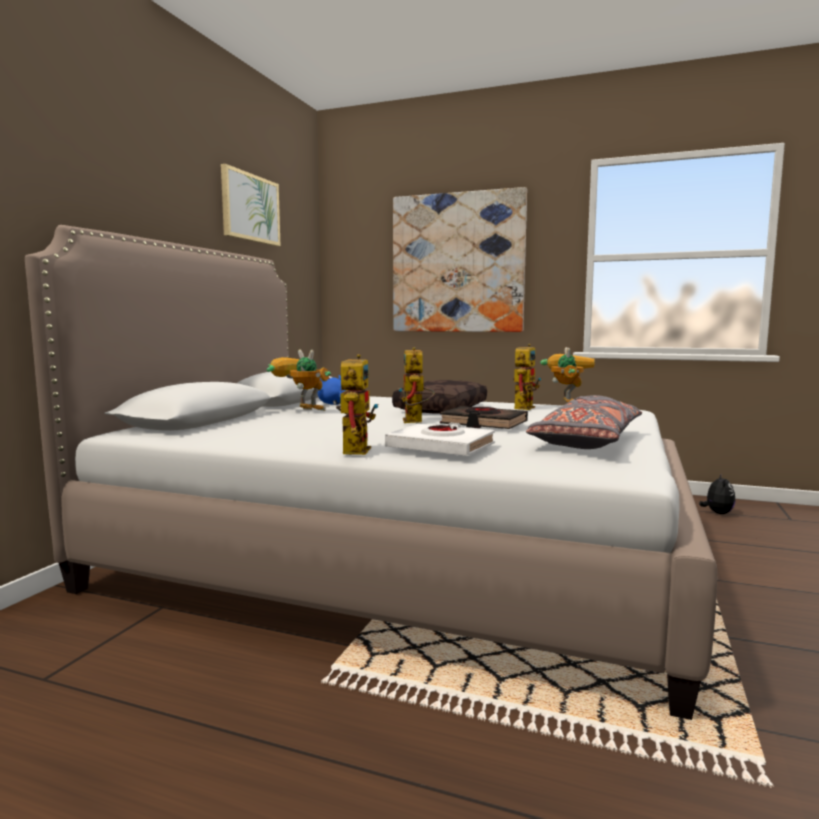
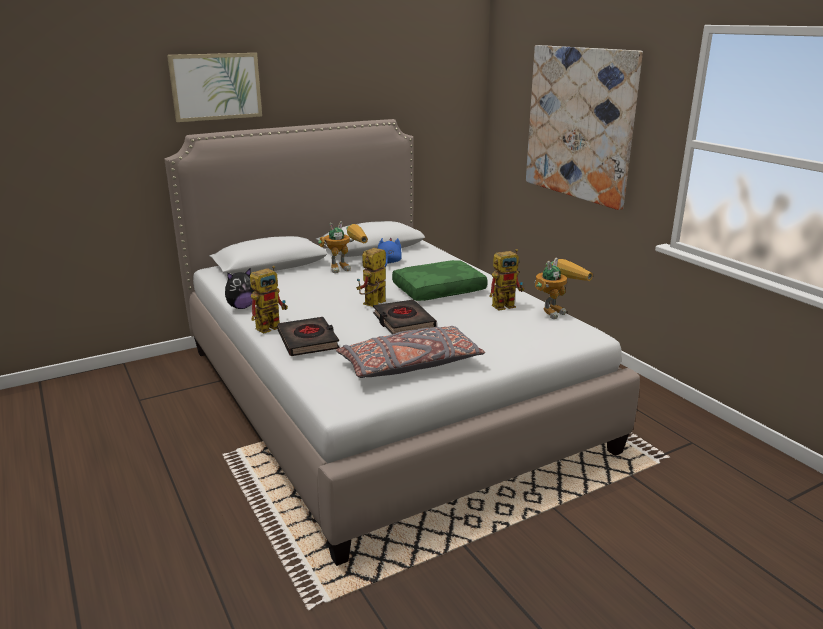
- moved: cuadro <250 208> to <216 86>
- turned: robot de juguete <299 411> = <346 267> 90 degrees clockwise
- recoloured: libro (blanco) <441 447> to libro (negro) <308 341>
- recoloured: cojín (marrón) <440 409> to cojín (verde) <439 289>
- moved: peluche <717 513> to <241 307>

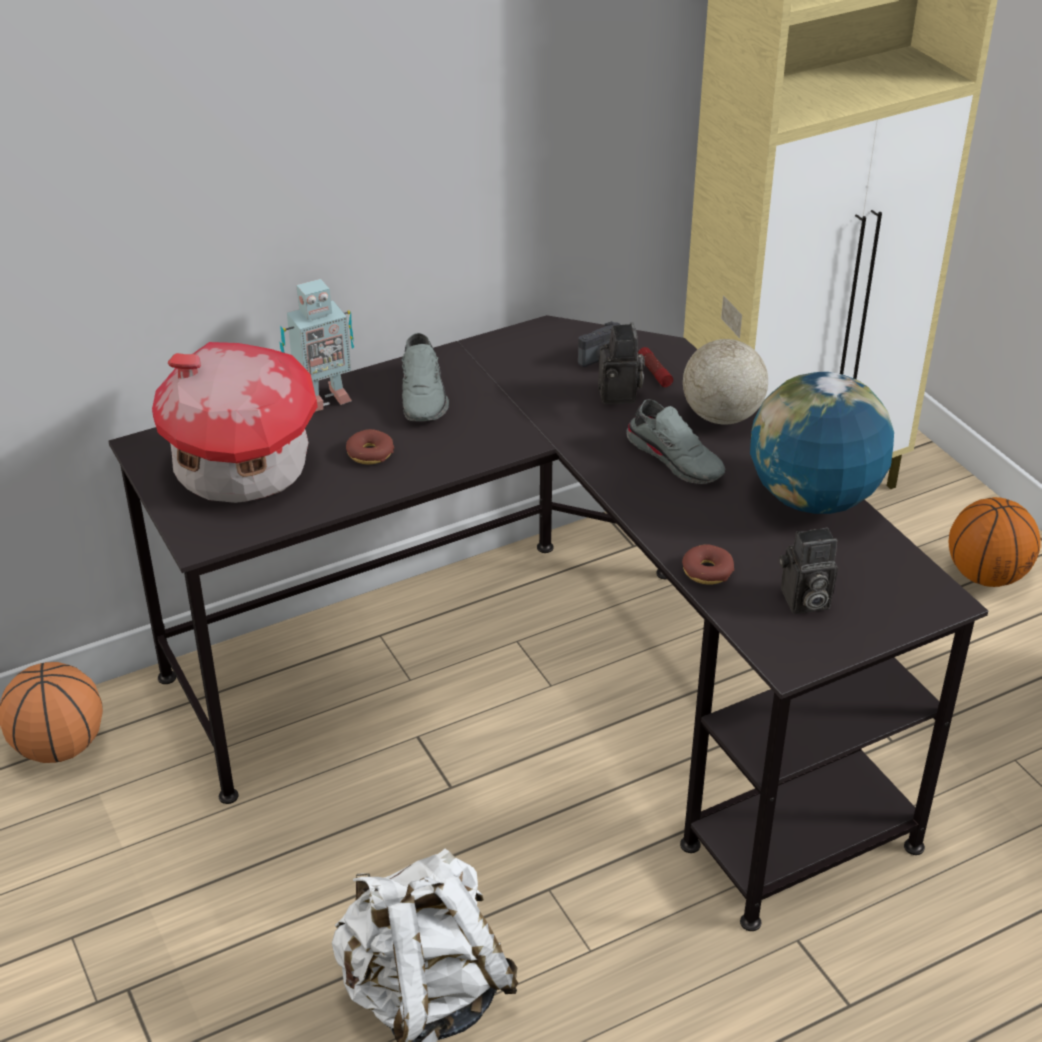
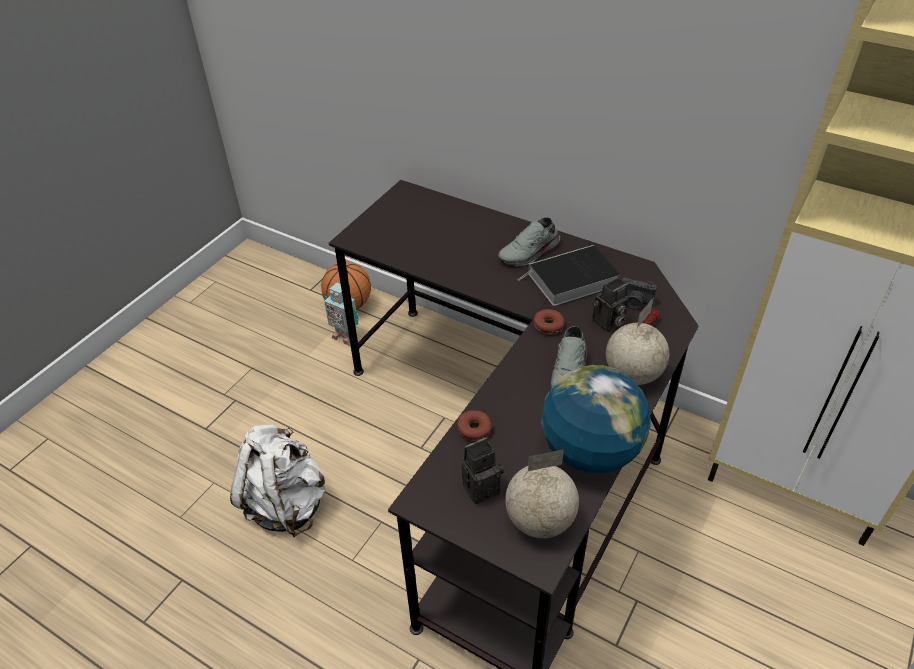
- removed: casita <239 470>
- moved: robot de juguete <323 398> to <345 336>
- moved: rosquilla <370 454> to <548 325>
- turned: cámara <803 601> = <481 486> 105 degrees clockwise
- removed: balón de baloncesto <986 575>
- added: globo terráqueo <541 521>
- added: libro <571 280>

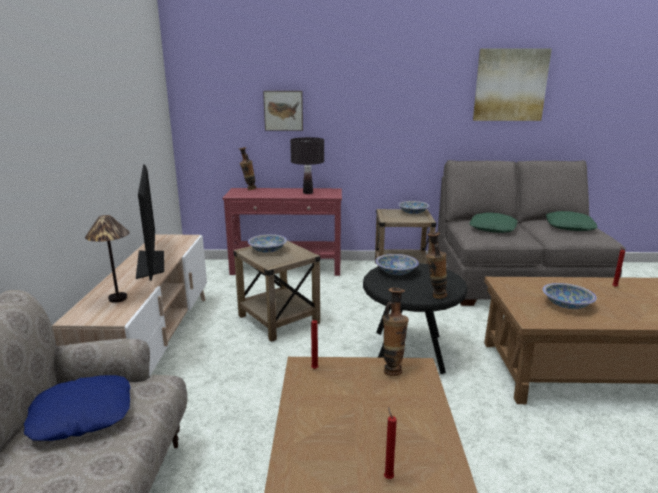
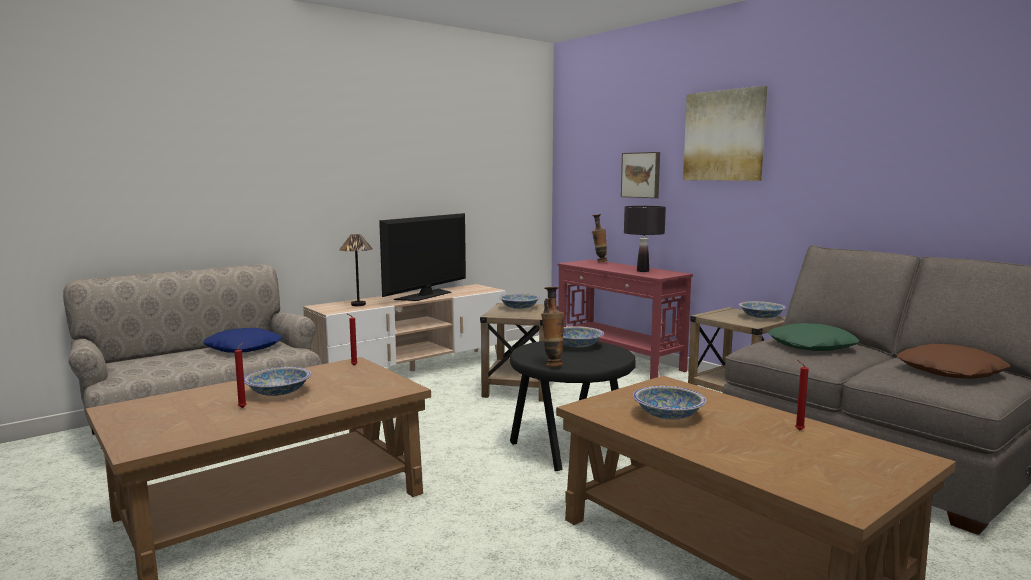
- removed: florero <392 369>
- moved: cuadro <510 85> to <724 135>
- recoloured: cojín (verde) <570 227> to cojín (marrón) <951 372>
- added: cuenco <278 392>

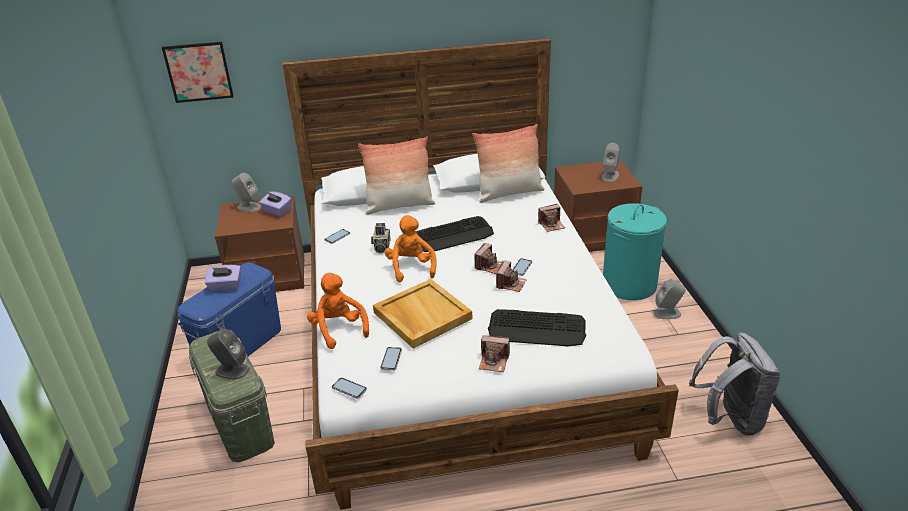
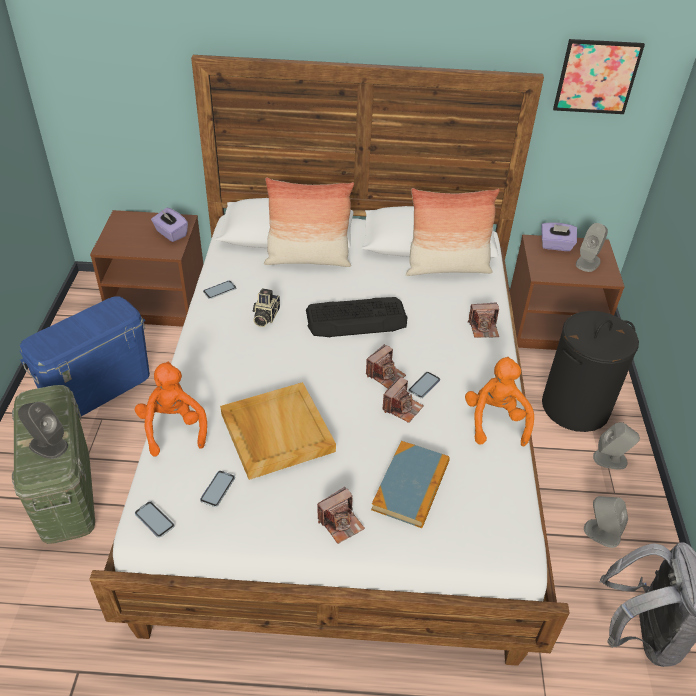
- moved: cuadro <198 72> to <597 77>
- moved: caja de pañuelos (morado) <225 286> to <556 246>
- moved: altavoz (gris) <248 207> to <601 533>
- moved: peluche (naranja) <411 267> to <495 420>
- turned: cámara <494 361> = <341 523> 60 degrees counterclockwise
- replaced: teclado <537 329> to libro <411 486>
- recoloured: cesto de la ropa (turquesa) <629 285> to cesto de la ropa (negro) <575 407>

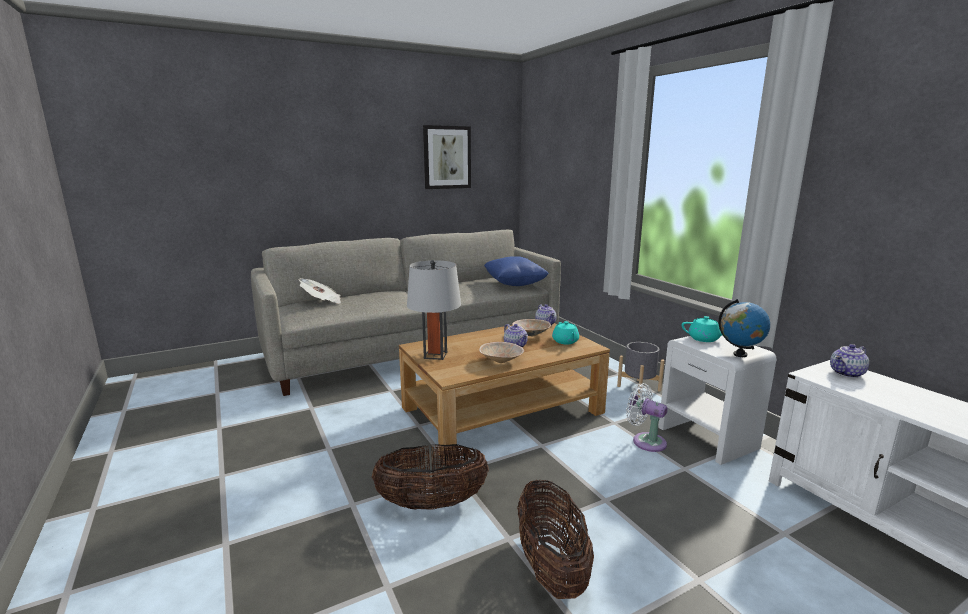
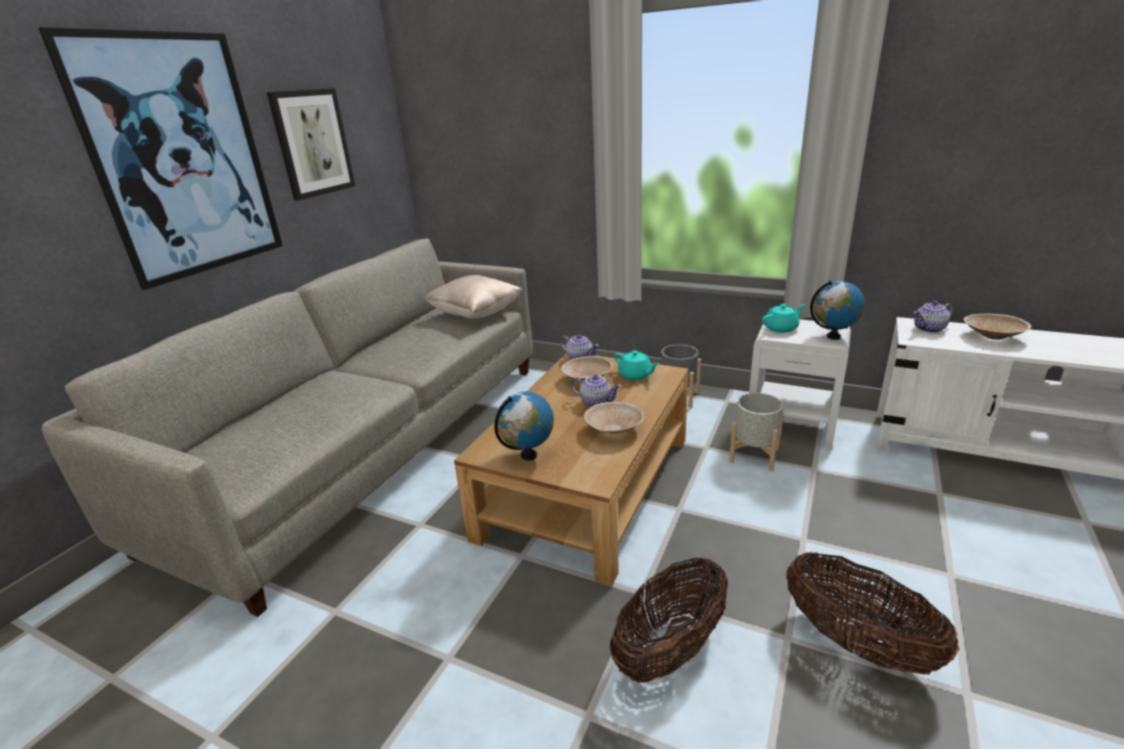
- removed: periódico <322 301>
- replaced: lámpara de mesa (gris) <435 355> to globo terráqueo <528 455>
- recoloured: cojín (azul) <514 284> to cojín (beis) <475 314>
- replaced: ventilador (blanco) <645 441> to maceta (gris) <754 455>
- turned: tetera <847 374> = <929 329> 45 degrees clockwise
- added: cuadro <182 158>
- added: cuenco (beis) <991 336>

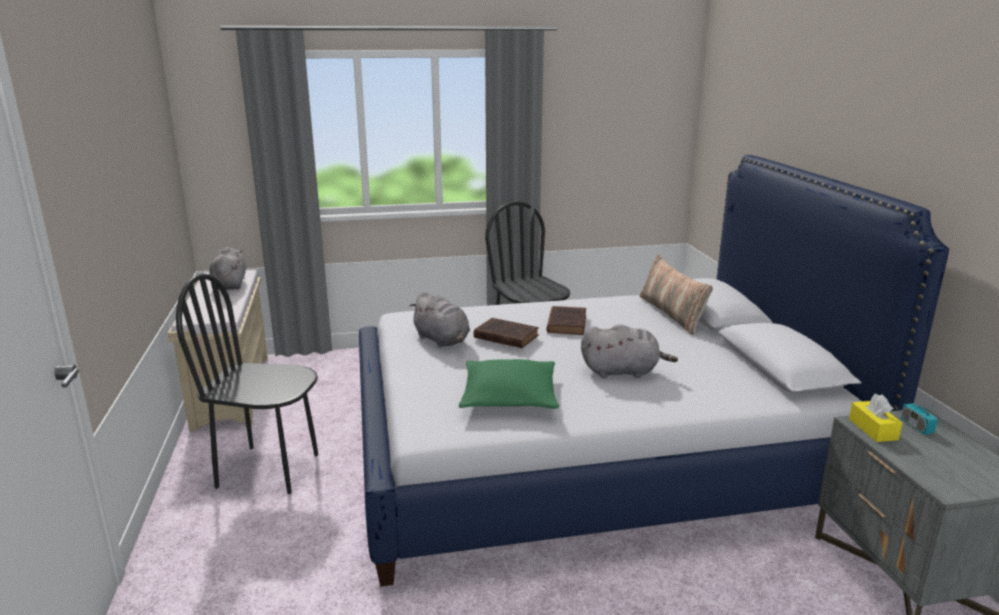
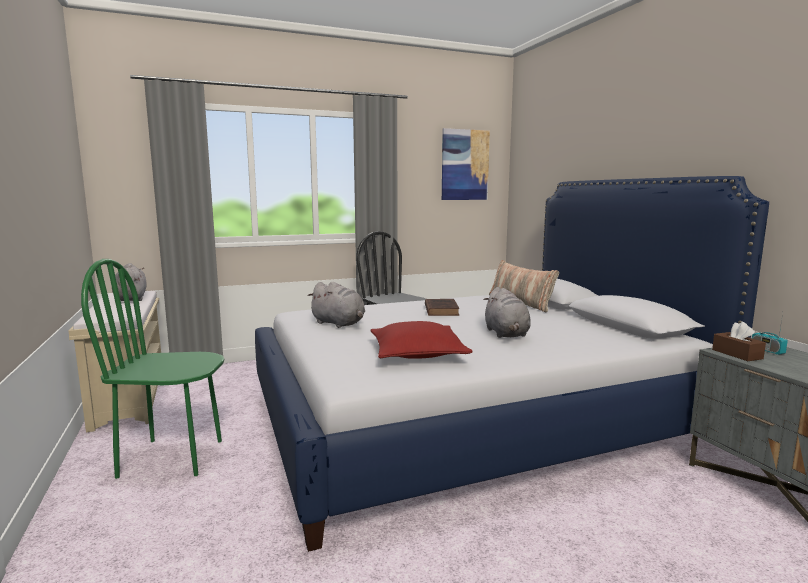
- recoloured: silla (negro) <268 470> to silla (verde) <172 457>
- recoloured: cojín (verde) <509 396> to cojín (rojo) <417 354>
- removed: libro (marrón) <504 336>
- turned: peluche (gris) <623 371> = <506 334> 90 degrees clockwise
- recoloured: caja de pañuelos (amarillo) <873 429> to caja de pañuelos (marrón) <737 354>
- added: cuadro <465 165>

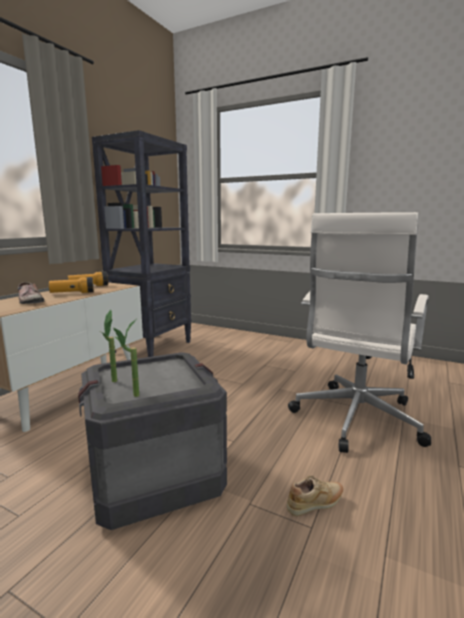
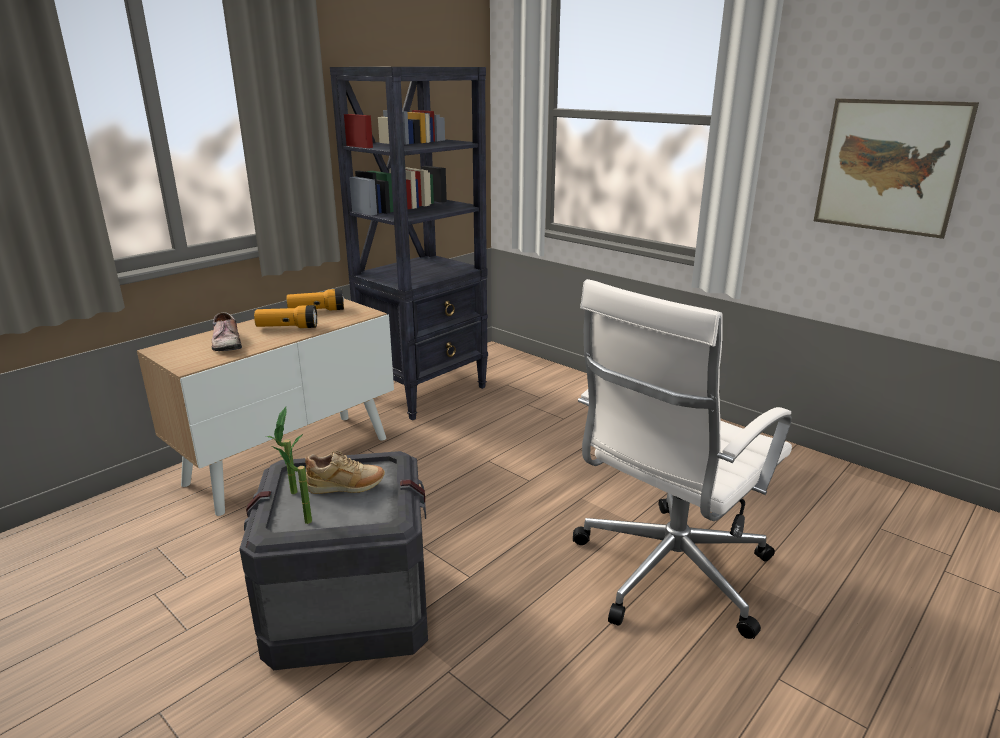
- moved: zapato (beis) <315 505> to <346 488>
- added: cuadro <889 166>

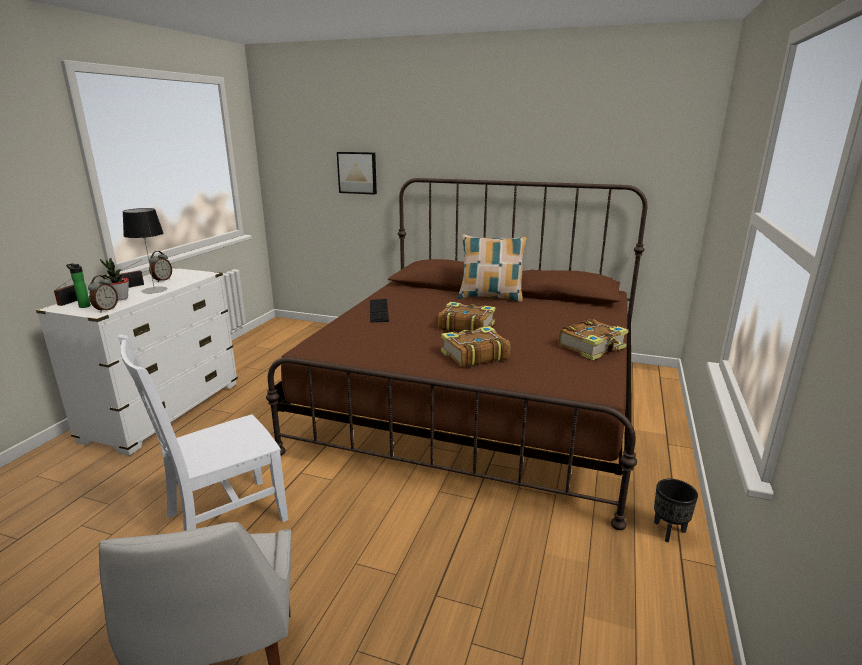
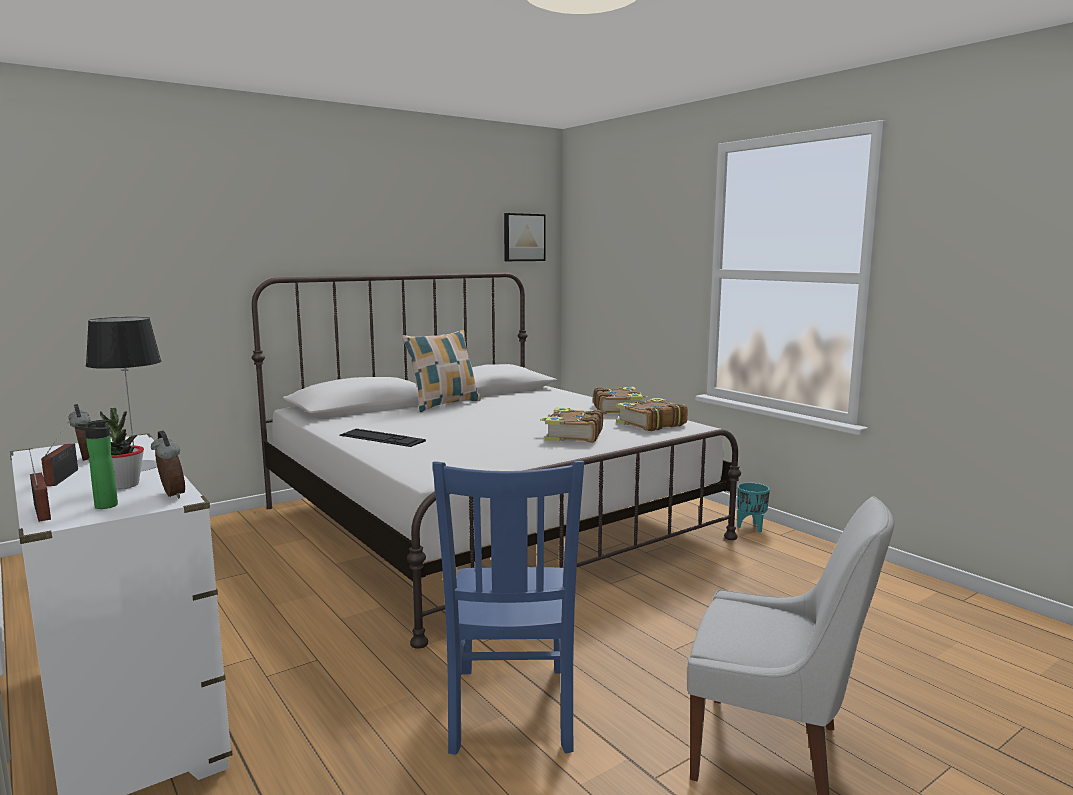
- recoloured: silla (blanco) <222 518> to silla (azul) <511 711>
- recoloured: cama (marrón) <477 401> to cama (blanco) <486 522>
- moved: cuadro <357 172> to <523 237>
- moved: libro <465 326> to <650 424>
- recoloured: maceta (negro) <668 532> to maceta (turquesa) <751 527>

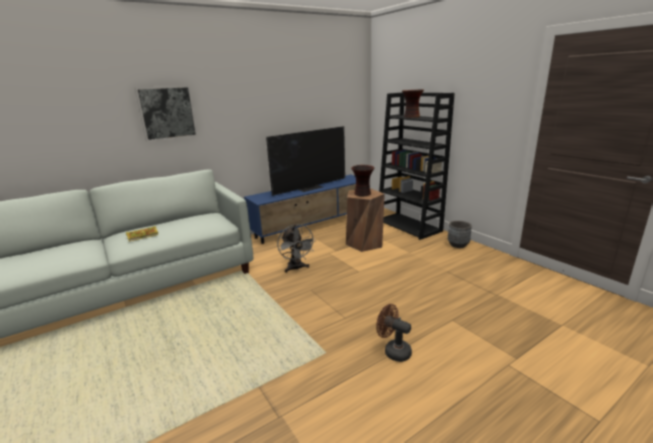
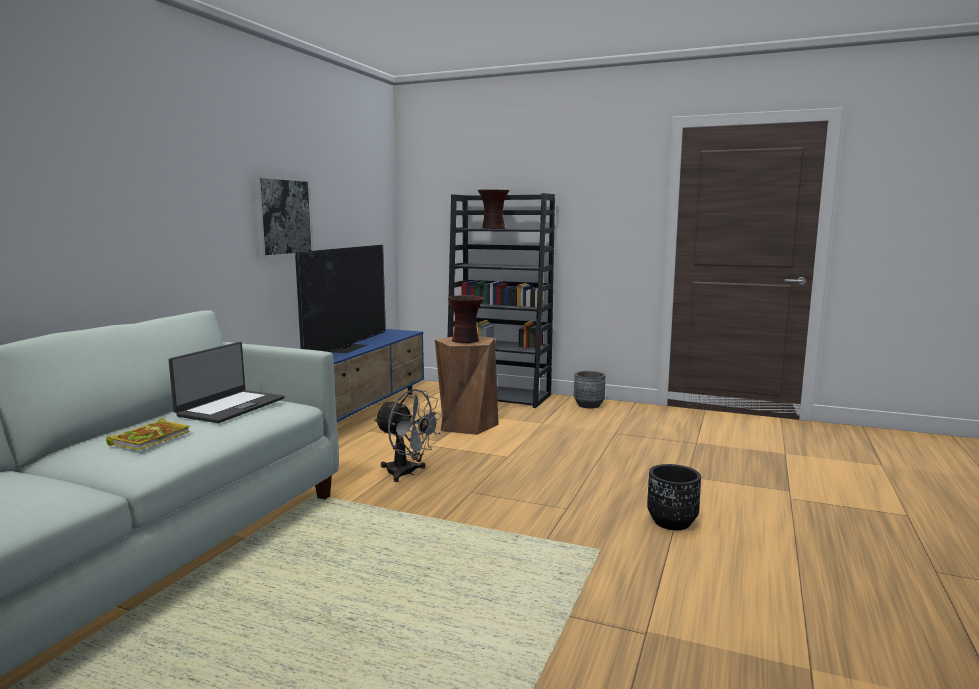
- moved: cuadro <167 113> to <283 217>
- replaced: ventilador (marrón) <393 351> to maceta (negro) <672 522>
- added: portátil <230 407>

